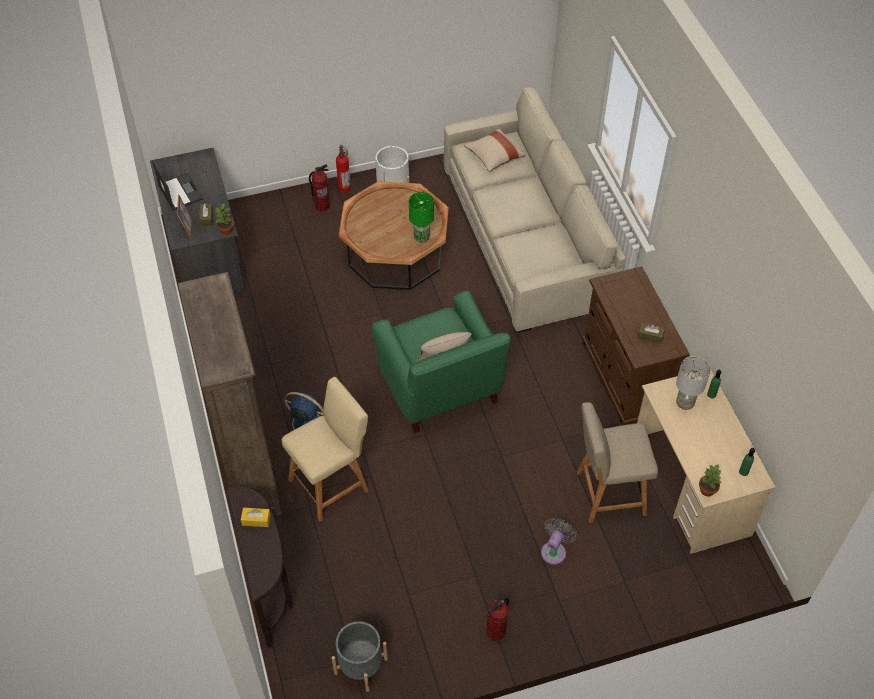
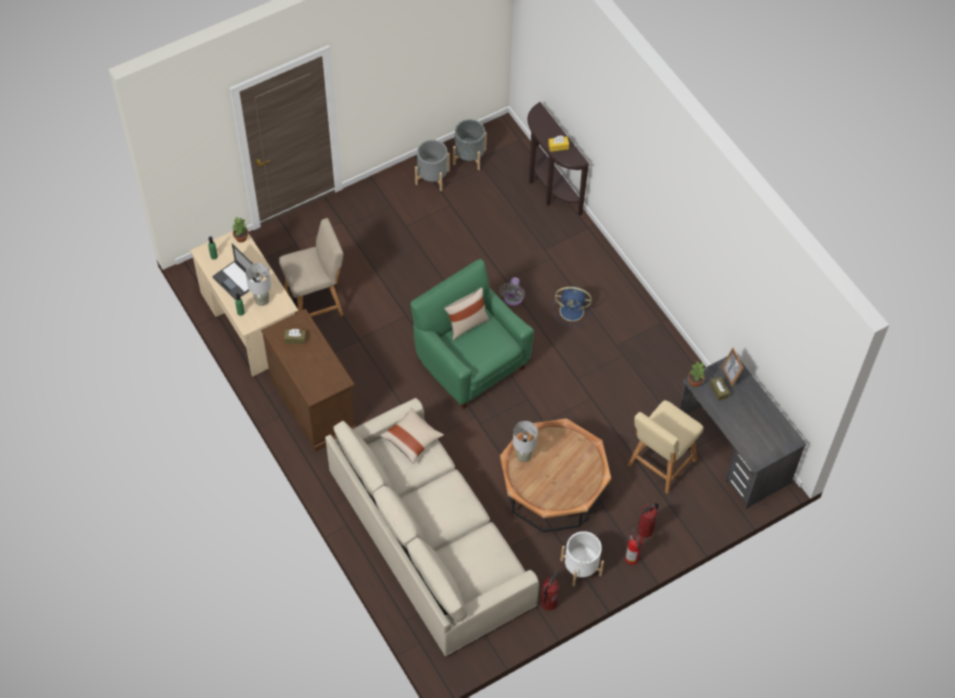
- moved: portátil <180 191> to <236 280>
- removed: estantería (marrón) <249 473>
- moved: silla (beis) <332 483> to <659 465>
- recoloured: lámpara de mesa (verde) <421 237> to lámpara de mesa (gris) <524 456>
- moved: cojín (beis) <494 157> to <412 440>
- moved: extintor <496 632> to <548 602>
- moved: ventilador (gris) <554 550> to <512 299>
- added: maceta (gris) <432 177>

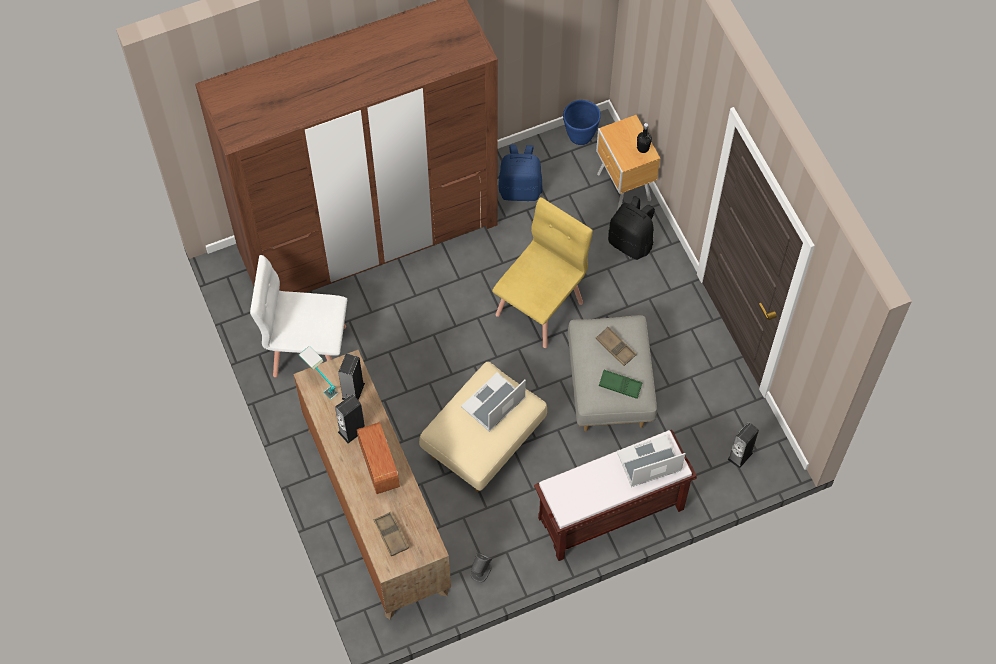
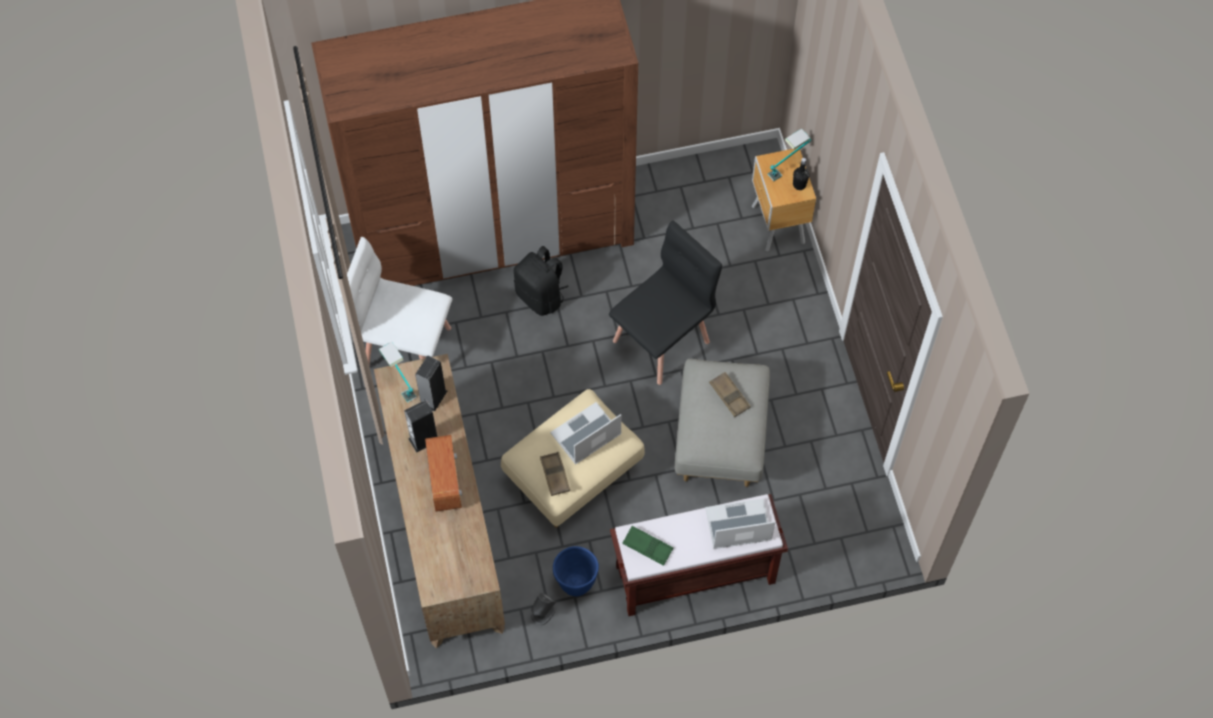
- moved: bandeja (marrón) <391 535> to <555 475>
- recoloured: silla (amarillo) <540 308> to silla (negro) <662 341>
- removed: mochila (azul) <520 189>
- moved: maceta (azul) <580 136> to <576 584>
- moved: bandeja (verde) <620 385> to <647 547>
- moved: mochila (negro) <631 242> to <541 296>
- removed: altavoz <740 456>
- added: lámpara de mesa <788 167>

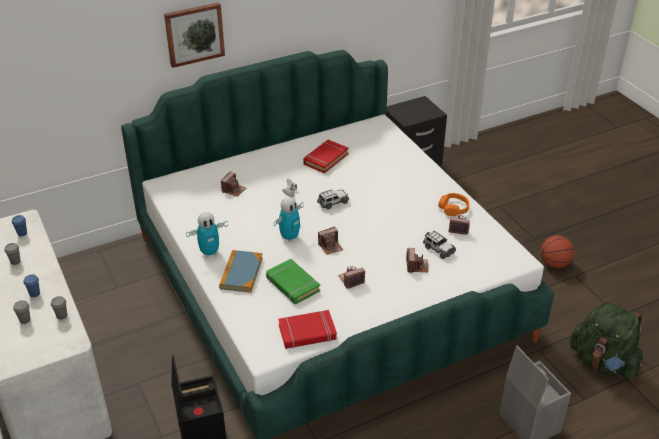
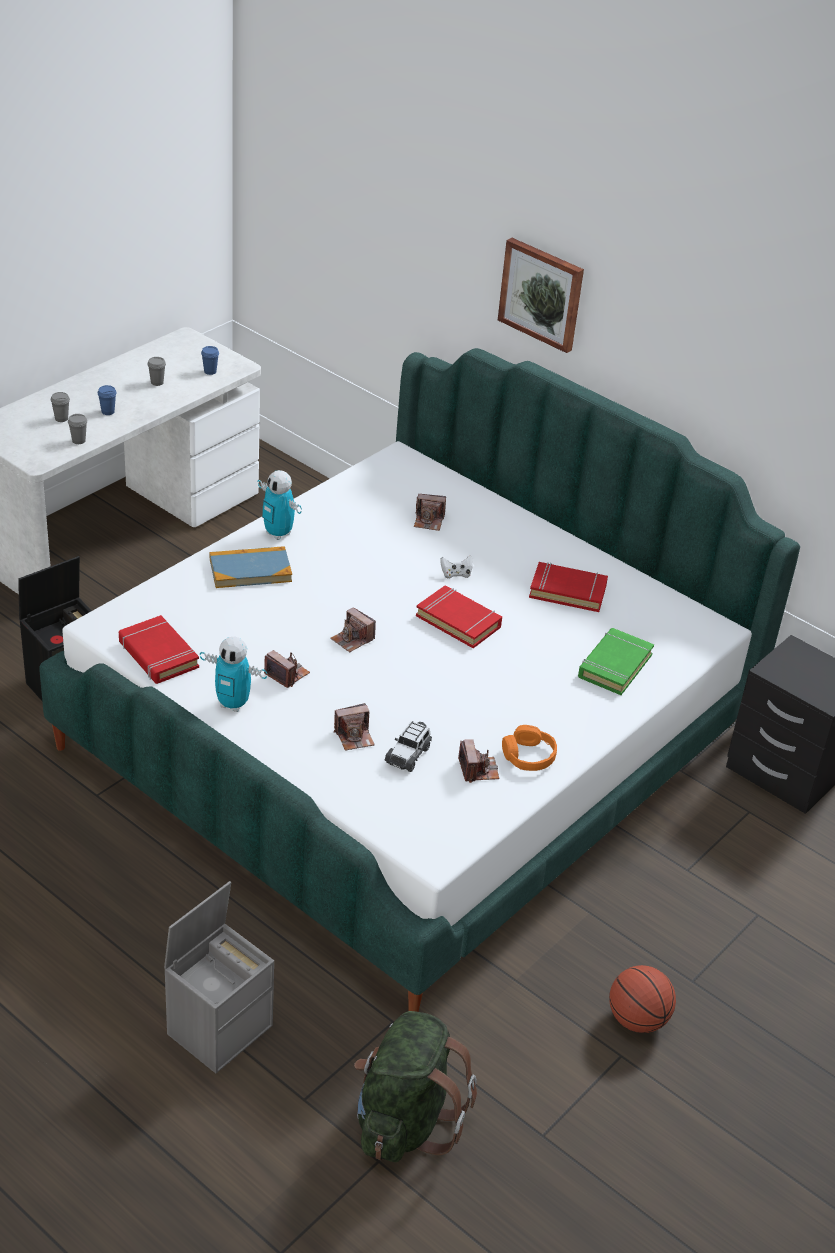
- moved: libro (verde) <292 284> to <614 666>
- moved: robot de juguete <289 237> to <233 704>
- replaced: coche de juguete <333 203> to libro (rojo) <458 621>

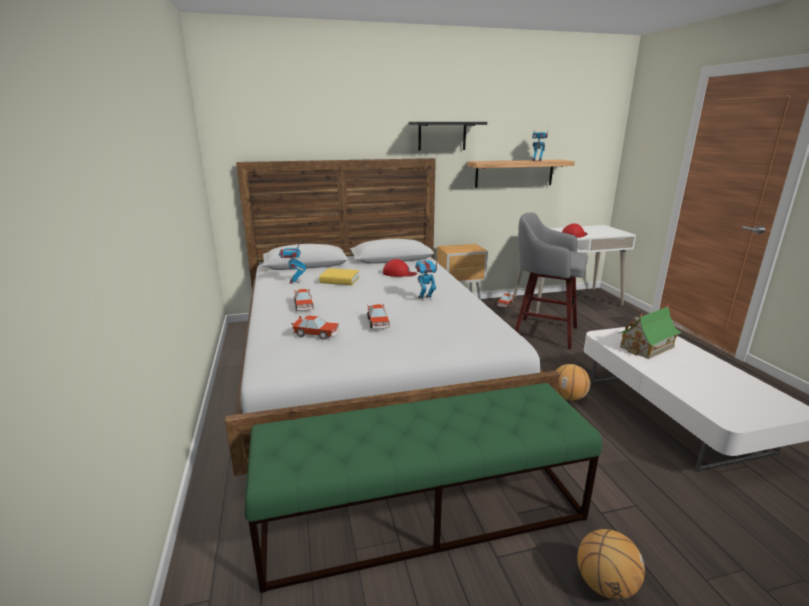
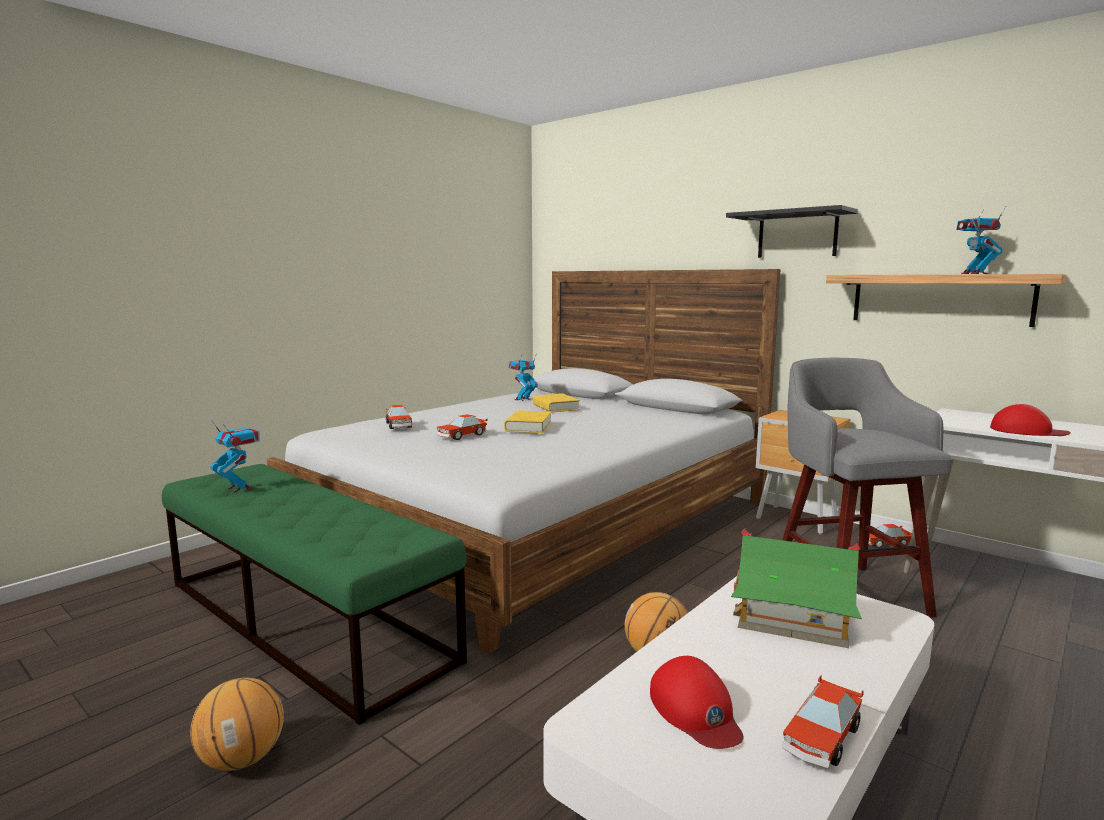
- moved: coche de juguete <304 306> to <821 738>
- moved: gorra (rojo) <399 273> to <695 711>
- moved: robot de juguete <425 298> to <239 488>
- added: libro (amarillo) <528 427>

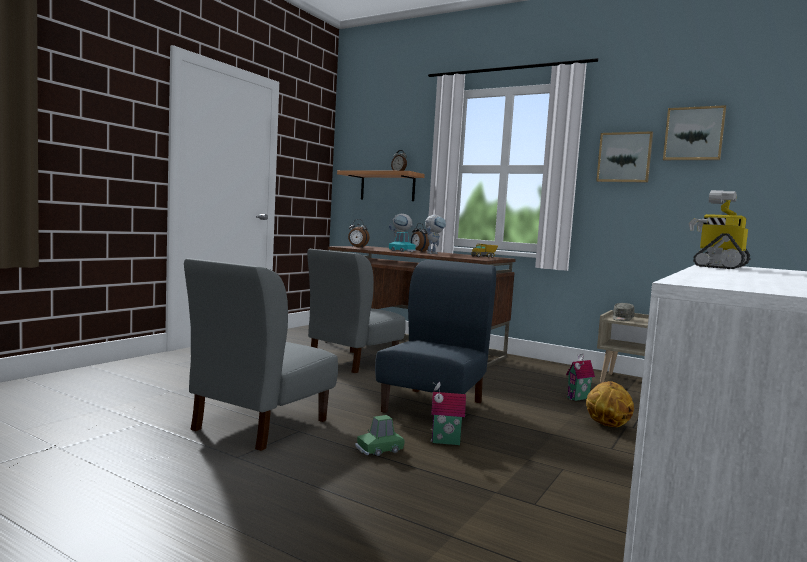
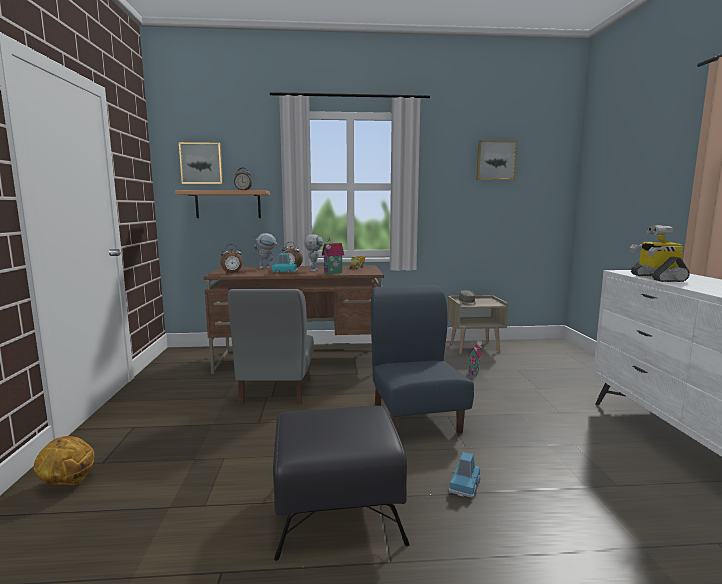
- replaced: silla (gris) <259 425> to puf (negro) <335 508>
- recoloured: coche de juguete (verde) <379 450> to coche de juguete (azul) <464 485>
- moved: casita <445 442> to <333 273>
- moved: balón de baloncesto <607 425> to <67 483>
- moved: cuadro <624 157> to <201 163>

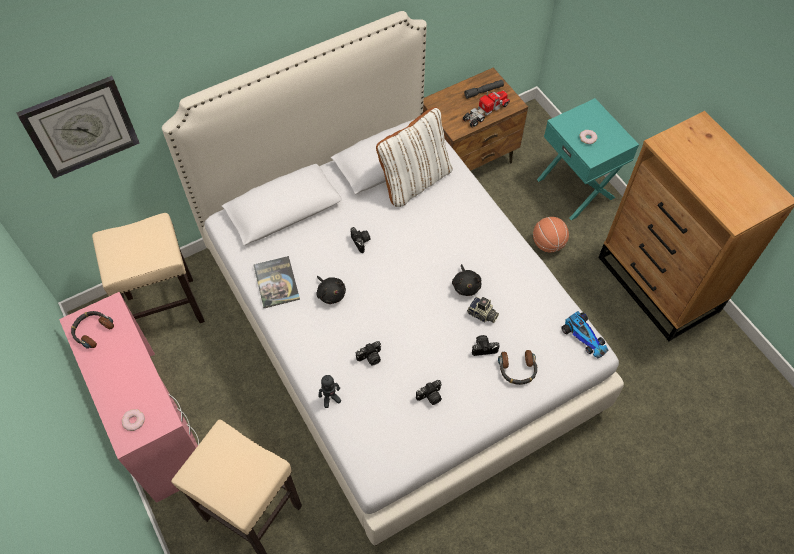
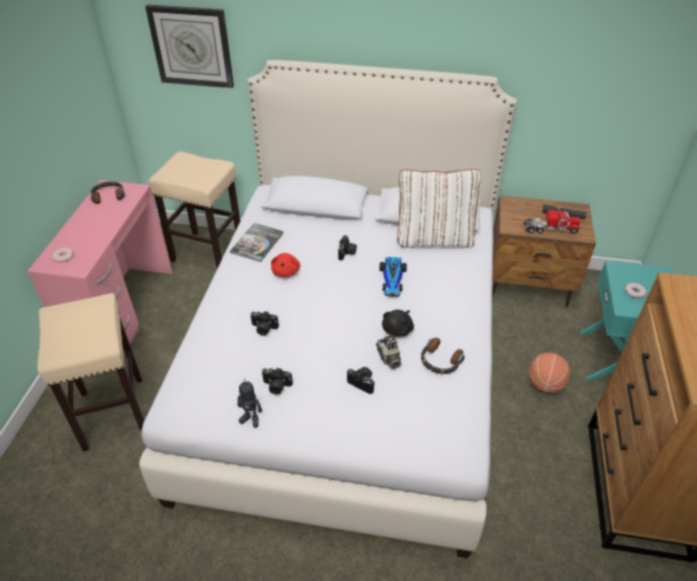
- recoloured: peluche (negro) <331 293> to peluche (rojo) <286 271>
- moved: robot de juguete <330 399> to <251 418>
- moved: auriculares <517 370> to <440 361>
- moved: coche de juguete <584 336> to <393 280>

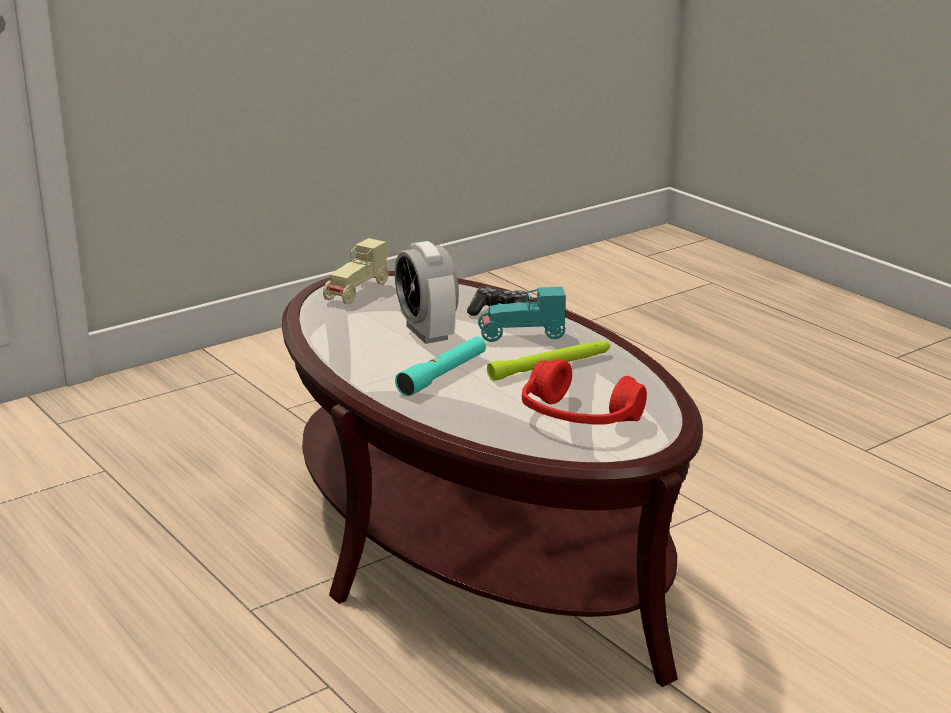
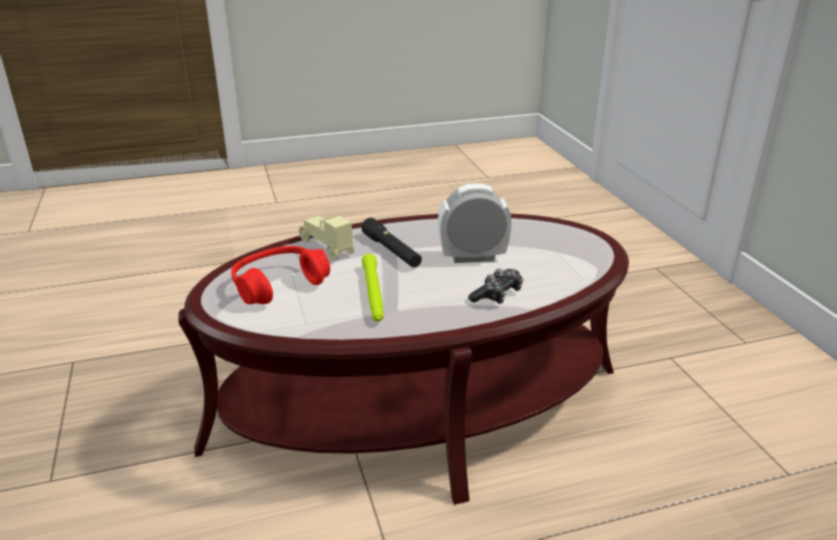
- moved: coche de juguete (beis) <357 292> to <325 247>
- recoloured: linterna (turquesa) <443 375> to linterna (negro) <391 251>
- removed: coche de juguete (turquesa) <521 336>

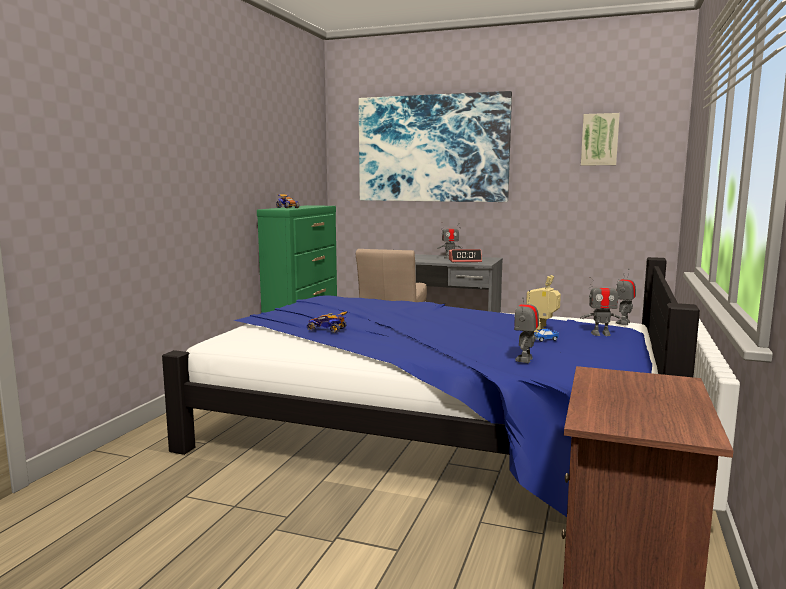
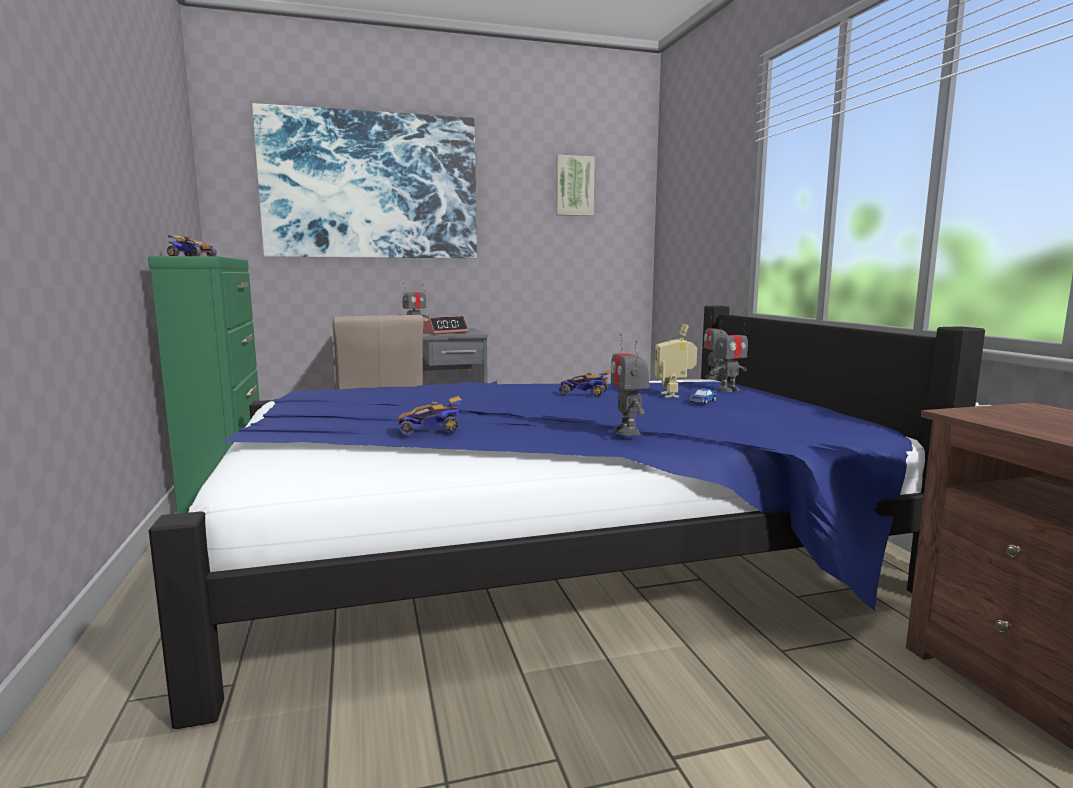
- moved: robot de juguete <524 359> to <627 431>
- added: coche de juguete <585 393>

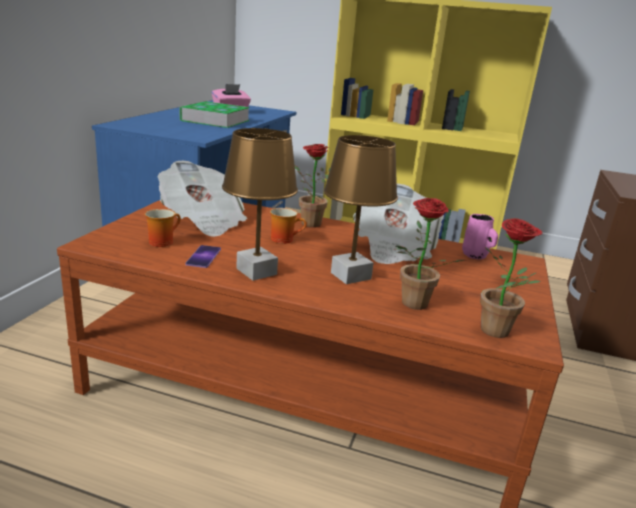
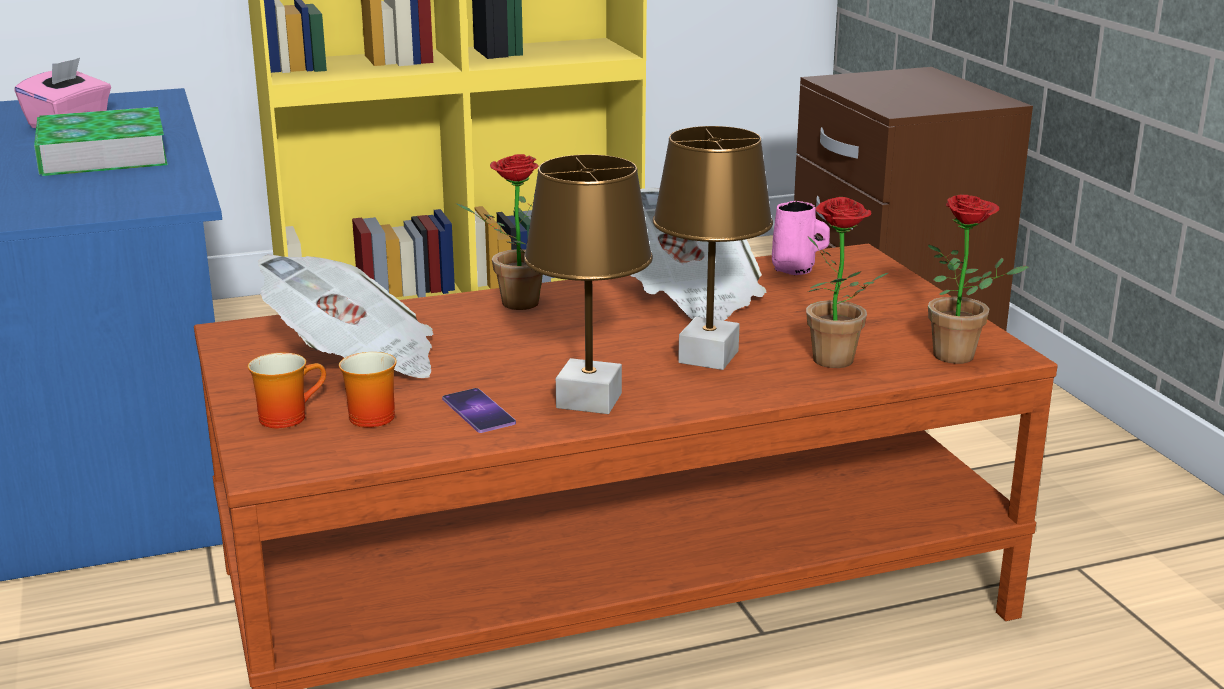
- moved: taza grande <285 239> to <286 416>

